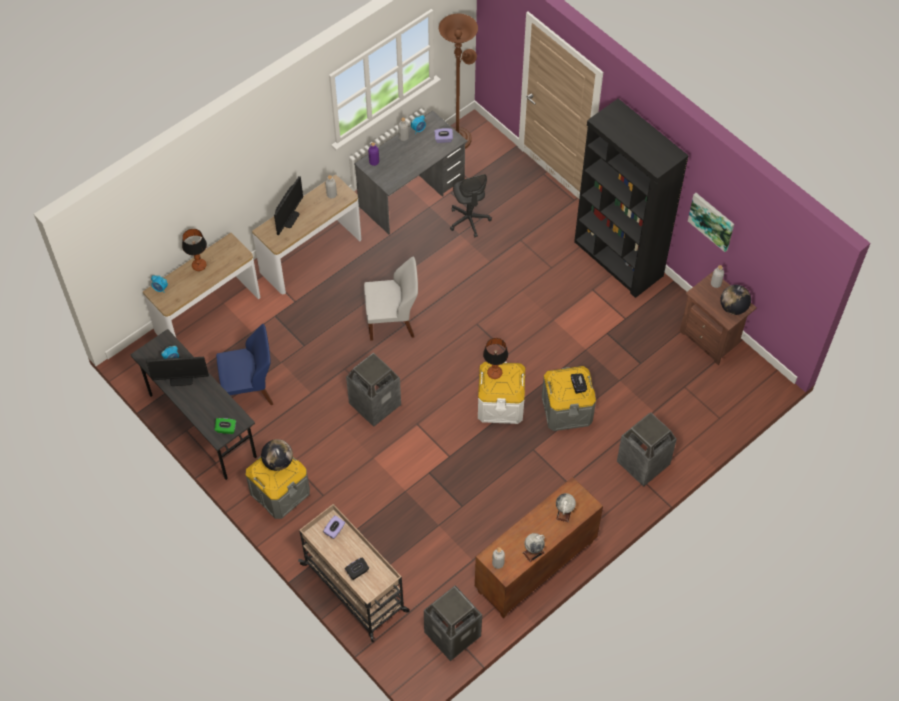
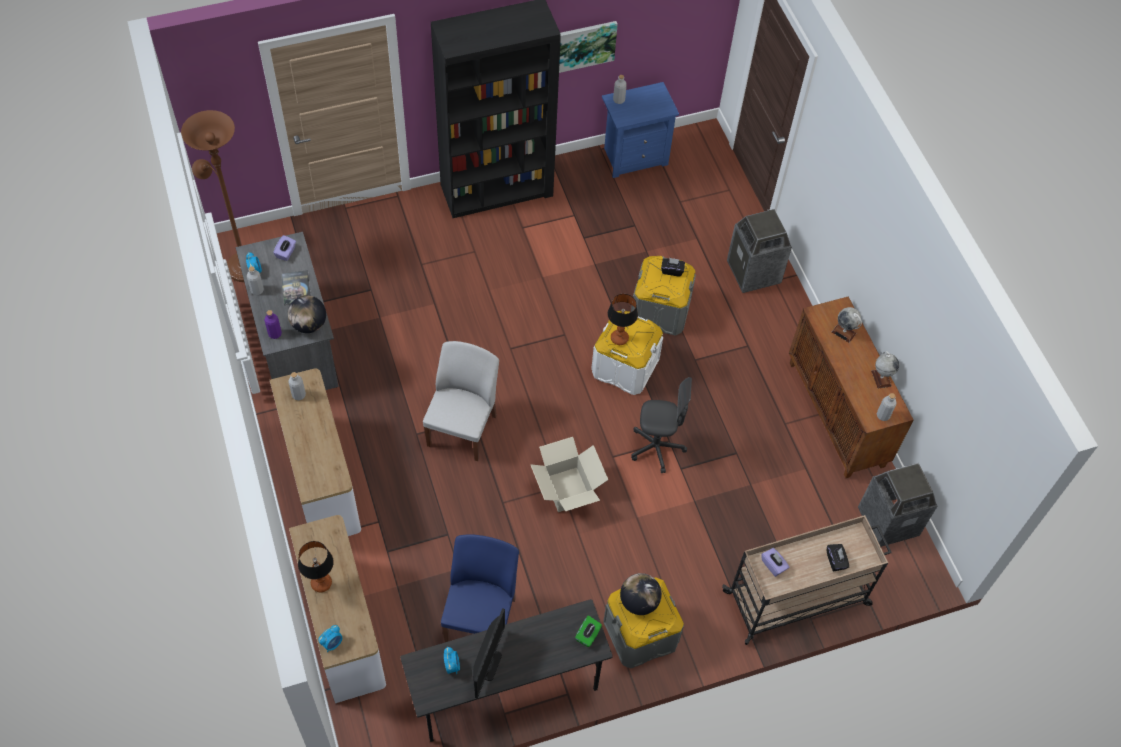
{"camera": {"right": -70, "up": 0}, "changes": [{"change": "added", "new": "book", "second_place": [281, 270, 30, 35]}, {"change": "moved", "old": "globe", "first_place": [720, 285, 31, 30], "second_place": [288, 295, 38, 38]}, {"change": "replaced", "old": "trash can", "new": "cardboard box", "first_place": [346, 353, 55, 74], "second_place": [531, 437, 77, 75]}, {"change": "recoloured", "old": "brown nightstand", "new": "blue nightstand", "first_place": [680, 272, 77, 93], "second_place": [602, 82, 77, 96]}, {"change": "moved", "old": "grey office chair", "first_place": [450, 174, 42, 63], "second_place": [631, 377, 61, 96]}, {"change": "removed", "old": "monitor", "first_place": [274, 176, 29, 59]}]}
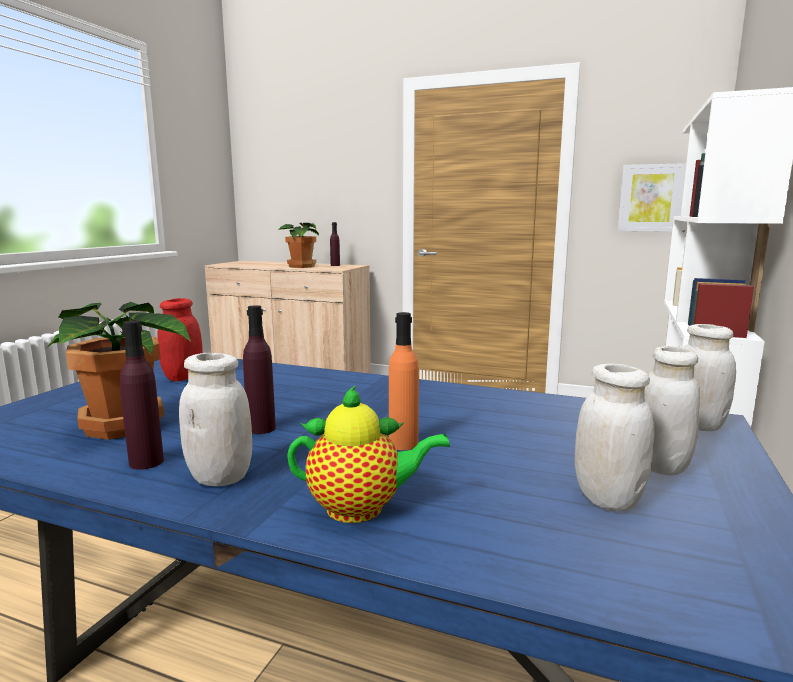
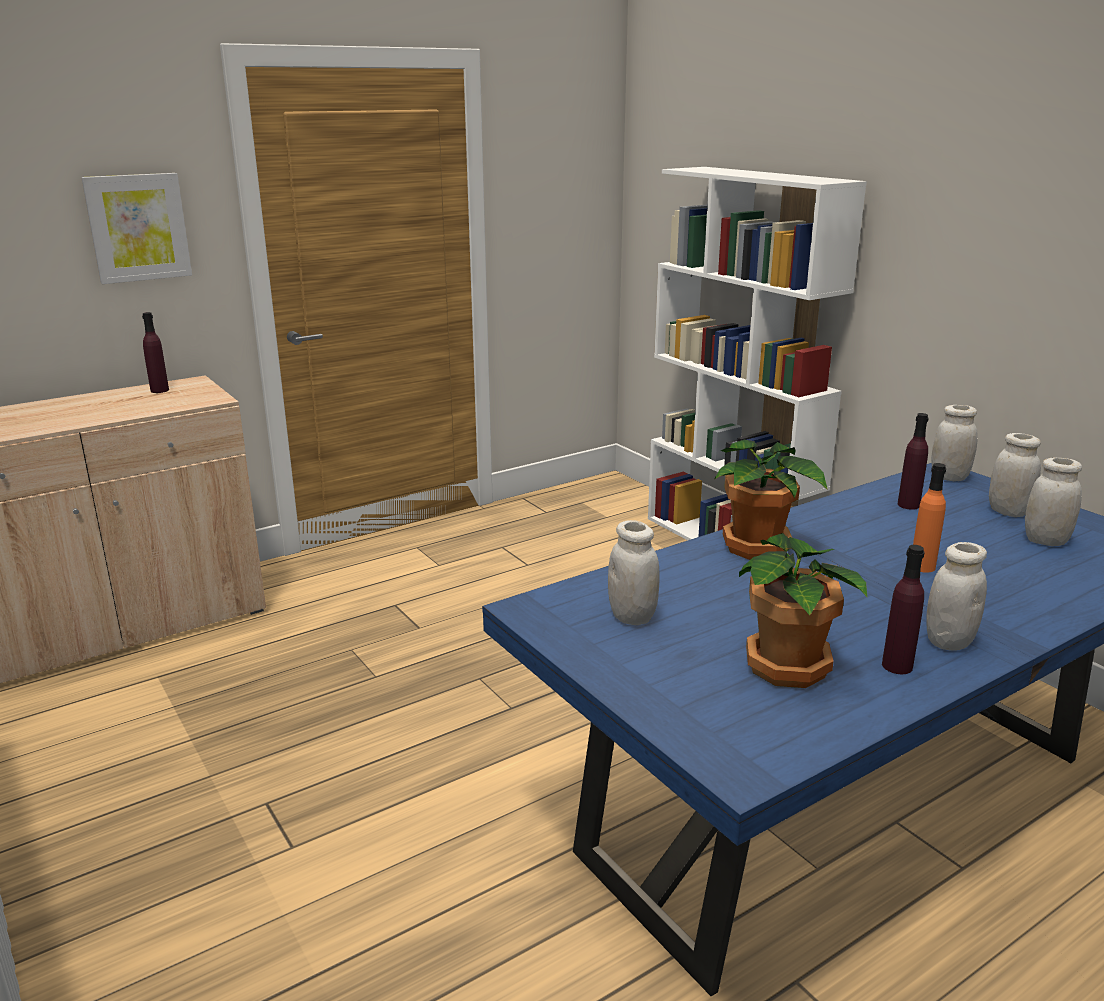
{"camera": {"right": -55, "up": 10}, "changes": [{"change": "moved", "old": "picture", "first_place": [618, 163, 68, 69], "second_place": [81, 173, 111, 111]}, {"change": "recoloured", "old": "red jar", "new": "white jar", "first_place": [157, 298, 46, 83], "second_place": [608, 520, 52, 105]}, {"change": "moved", "old": "potted plant", "first_place": [277, 223, 42, 45], "second_place": [715, 440, 113, 120]}, {"change": "moved", "old": "purple bottle", "first_place": [243, 305, 33, 129], "second_place": [898, 413, 31, 97]}, {"change": "removed", "old": "teapot", "first_place": [287, 385, 163, 138]}]}
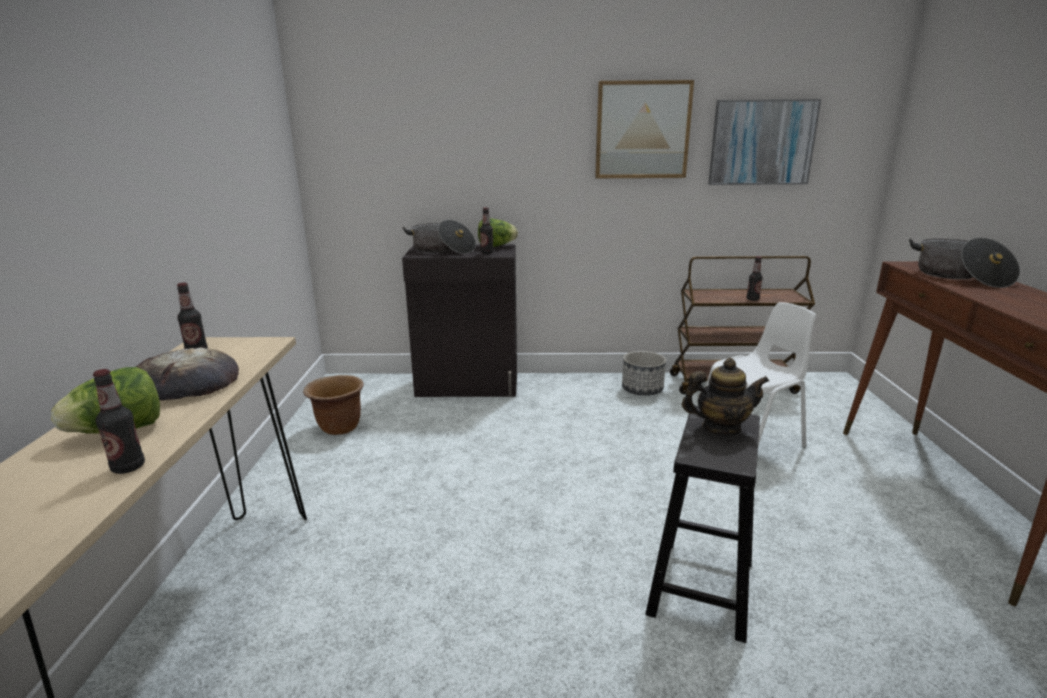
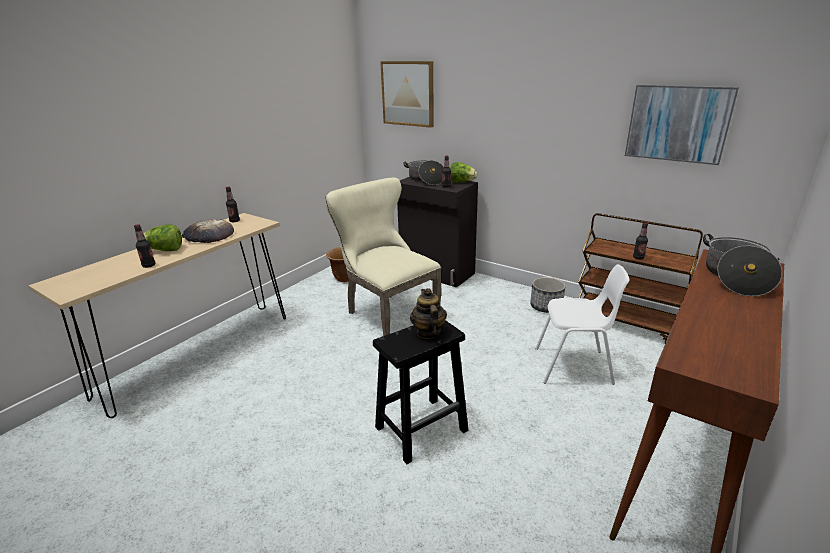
{"camera": {"right": 35, "up": 5}, "changes": [{"change": "added", "new": "beige chair", "second_place": [325, 178, 116, 158]}, {"change": "moved", "old": "picture", "first_place": [595, 80, 99, 98], "second_place": [380, 61, 54, 67]}, {"change": "turned", "old": "teapot", "first_place": [682, 358, 87, 78], "second_place": [410, 288, 37, 51], "degrees": -135}]}
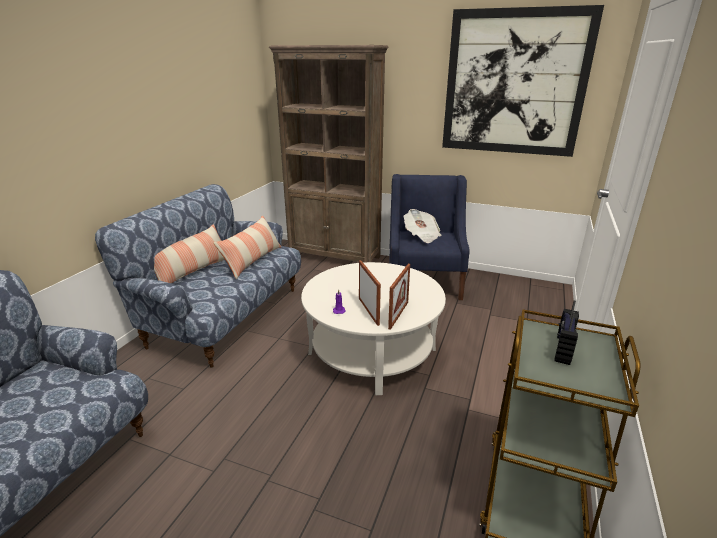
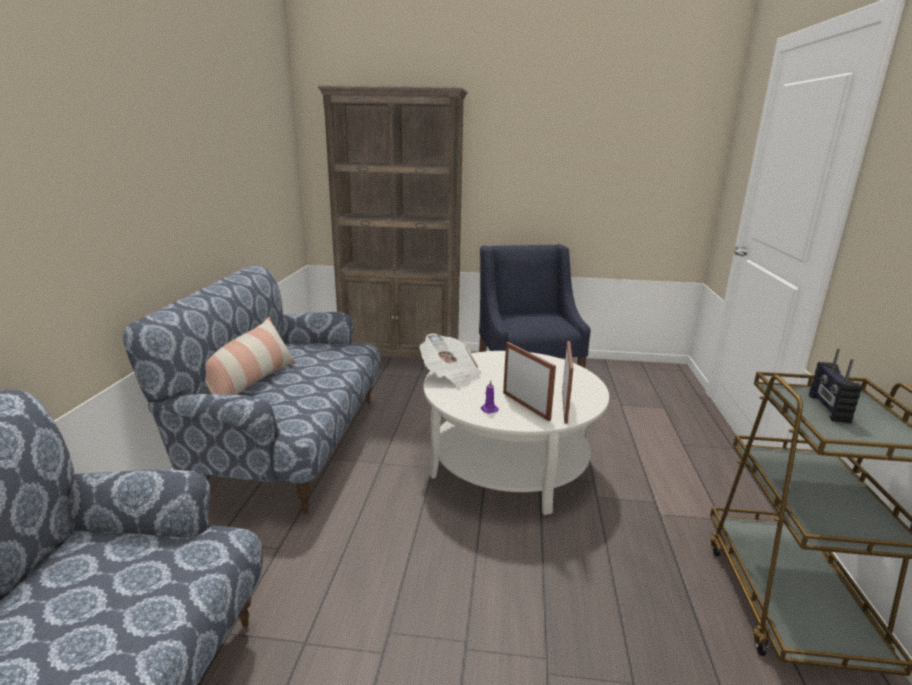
{"camera": {"right": -15, "up": -5}, "changes": [{"change": "moved", "old": "newspaper", "first_place": [404, 209, 37, 34], "second_place": [419, 333, 62, 55]}, {"change": "removed", "old": "pillow", "first_place": [213, 216, 68, 63]}, {"change": "removed", "old": "picture", "first_place": [442, 5, 162, 152]}]}
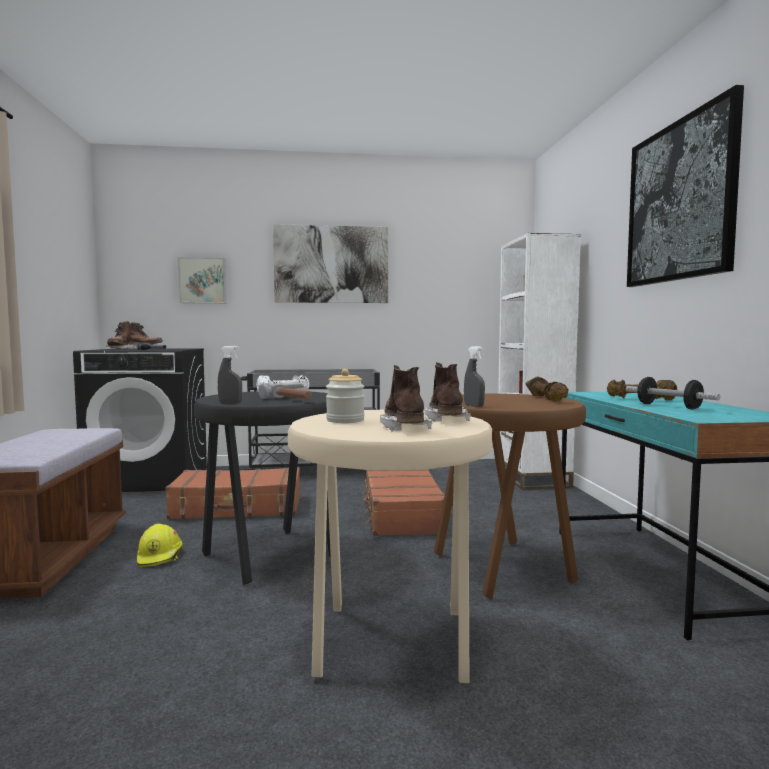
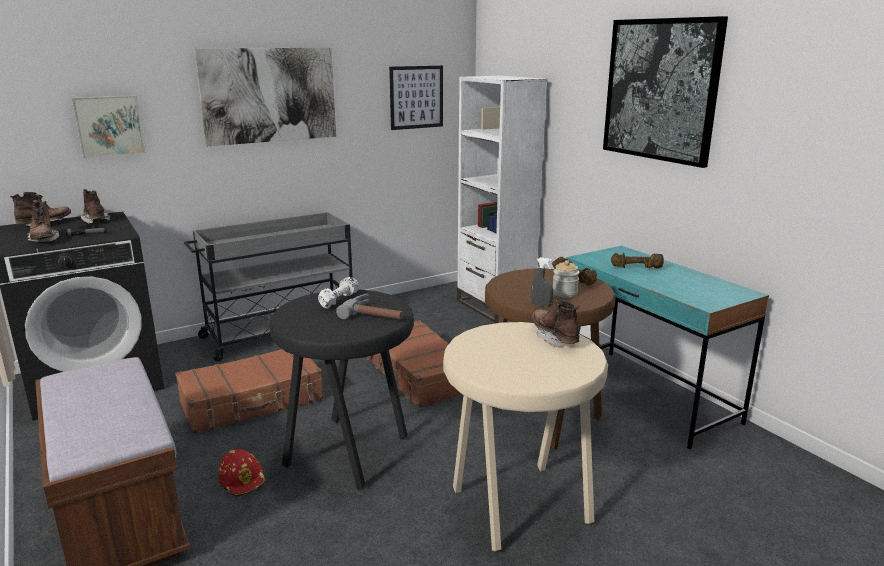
{"camera": {"right": -25, "up": 15}, "changes": [{"change": "moved", "old": "brown boot", "first_place": [380, 365, 52, 67], "second_place": [80, 189, 30, 35]}, {"change": "recoloured", "old": "yellow hard hat", "new": "red hard hat", "first_place": [137, 524, 46, 43], "second_place": [218, 449, 49, 48]}, {"change": "added", "new": "picture", "second_place": [389, 66, 54, 64]}, {"change": "moved", "old": "jar", "first_place": [326, 369, 39, 54], "second_place": [553, 260, 27, 37]}, {"change": "removed", "old": "grey spray bottle", "first_place": [217, 346, 25, 58]}, {"change": "removed", "old": "dumbbell", "first_place": [626, 377, 94, 32]}]}
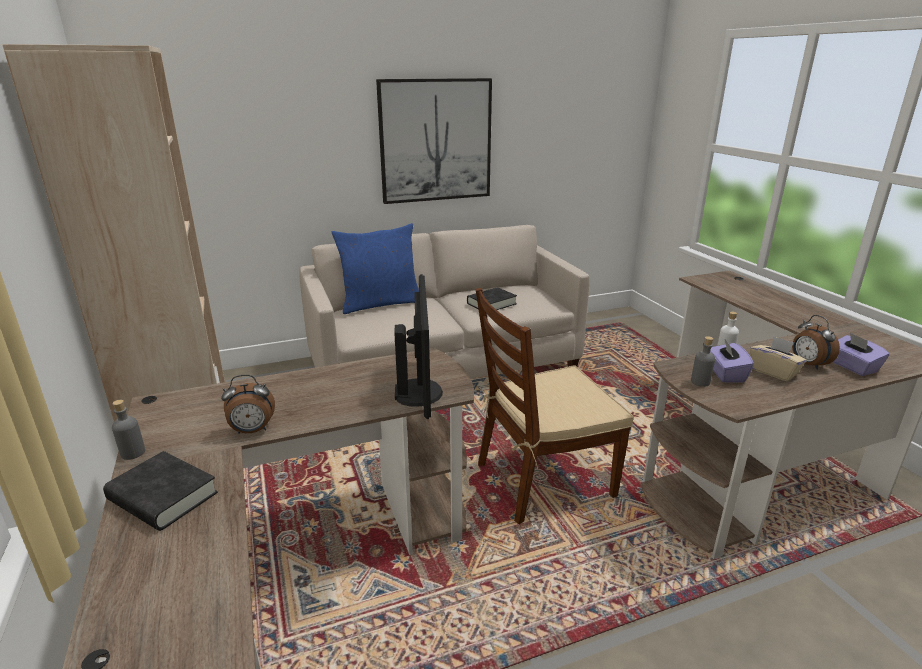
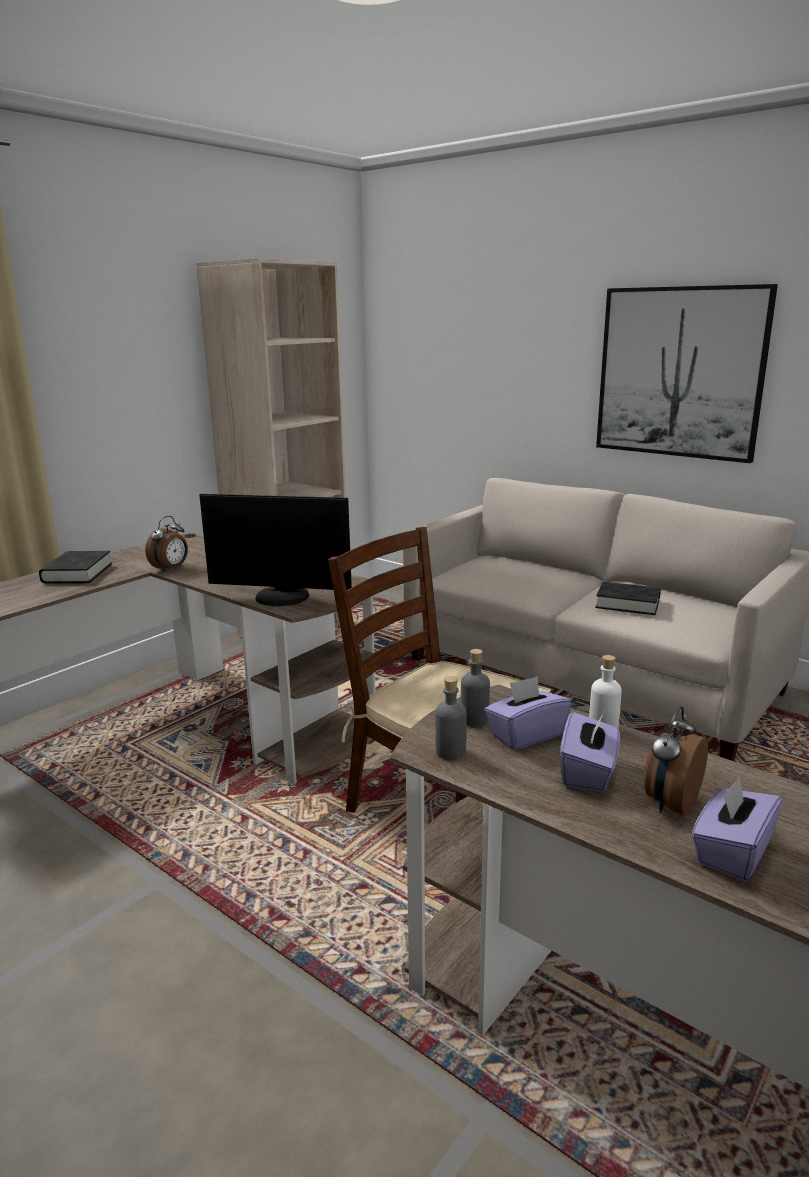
{"camera": {"right": 60, "up": -5}, "changes": [{"change": "turned", "old": "alarm clock", "first_place": [221, 375, 54, 59], "second_place": [145, 516, 43, 56], "degrees": -105}, {"change": "turned", "old": "monitor", "first_place": [394, 274, 49, 145], "second_place": [199, 494, 153, 112], "degrees": 45}, {"change": "moved", "old": "grey bottle", "first_place": [112, 400, 33, 60], "second_place": [435, 676, 32, 84]}, {"change": "recoloured", "old": "beige tissue box", "new": "purple tissue box", "first_place": [750, 336, 56, 46], "second_place": [560, 710, 60, 82]}, {"change": "removed", "old": "blue pillow", "first_place": [331, 223, 88, 91]}]}
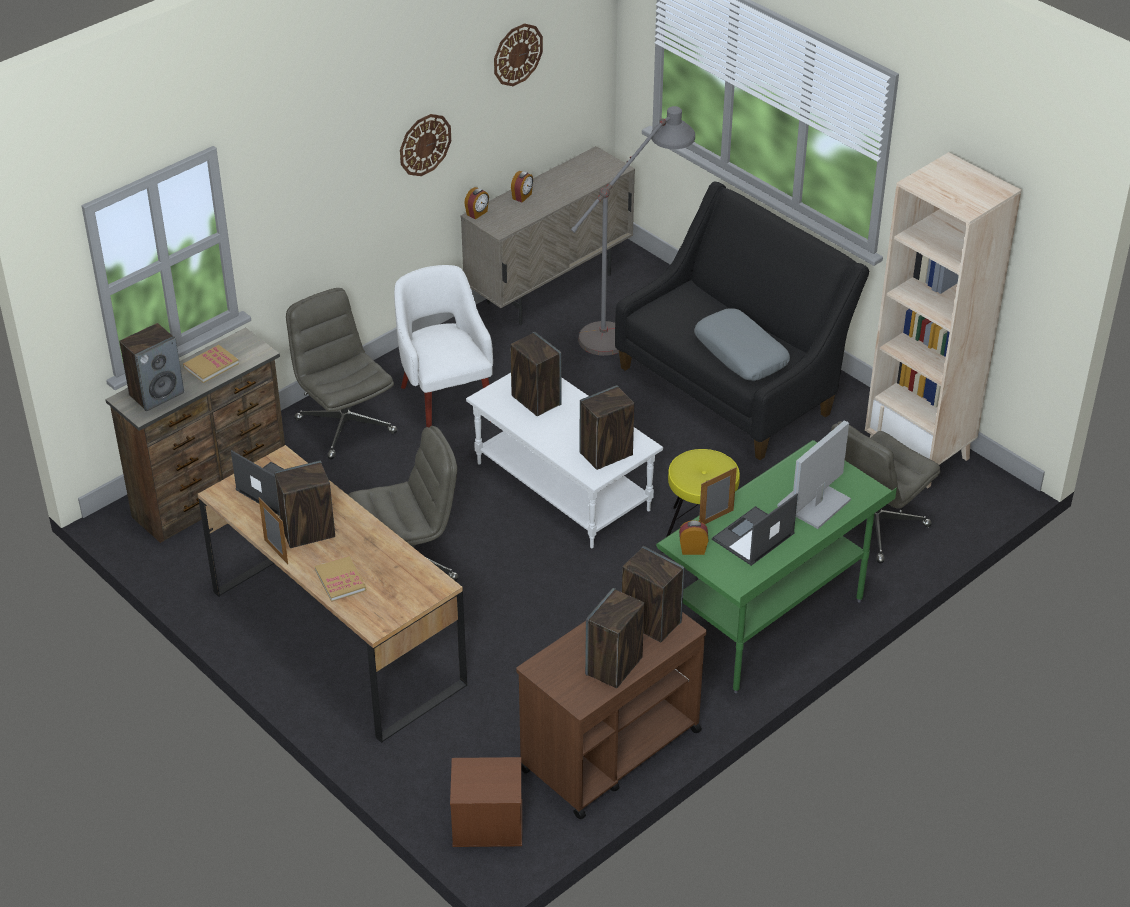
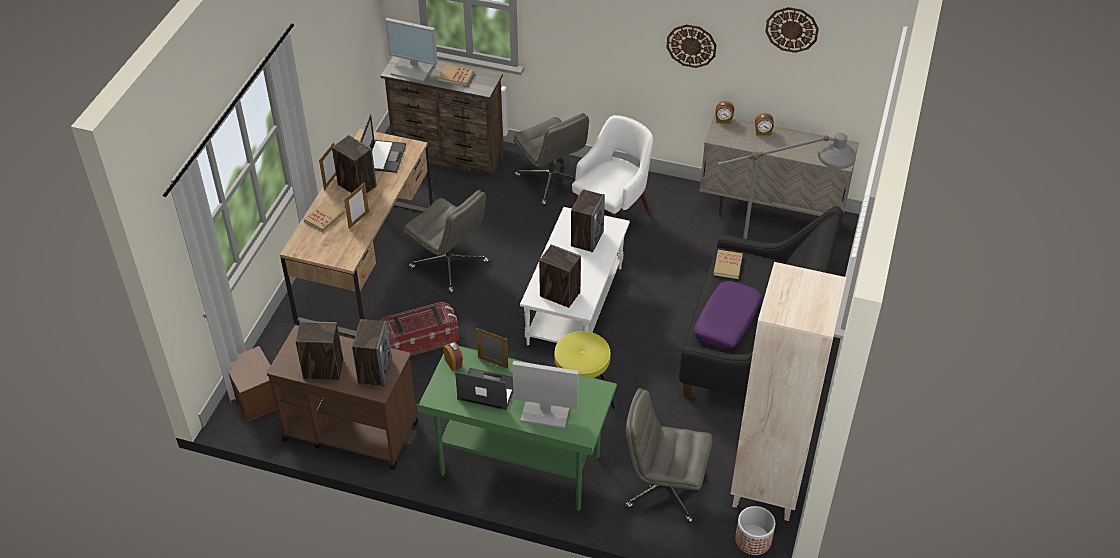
{"camera": {"right": 60, "up": 5}, "changes": [{"change": "added", "new": "picture frame", "second_place": [344, 182, 25, 47]}, {"change": "added", "new": "storage box", "second_place": [380, 302, 79, 54]}, {"change": "replaced", "old": "speaker", "new": "monitor", "first_place": [119, 323, 65, 88], "second_place": [385, 18, 53, 64]}, {"change": "turned", "old": "grey office chair", "first_place": [286, 288, 111, 171], "second_place": [513, 113, 76, 93], "degrees": 120}, {"change": "recoloured", "old": "grey pillow", "new": "purple pillow", "first_place": [694, 308, 96, 73], "second_place": [693, 281, 69, 68]}, {"change": "added", "new": "book", "second_place": [713, 250, 30, 29]}, {"change": "added", "new": "planter", "second_place": [735, 506, 40, 49]}]}
